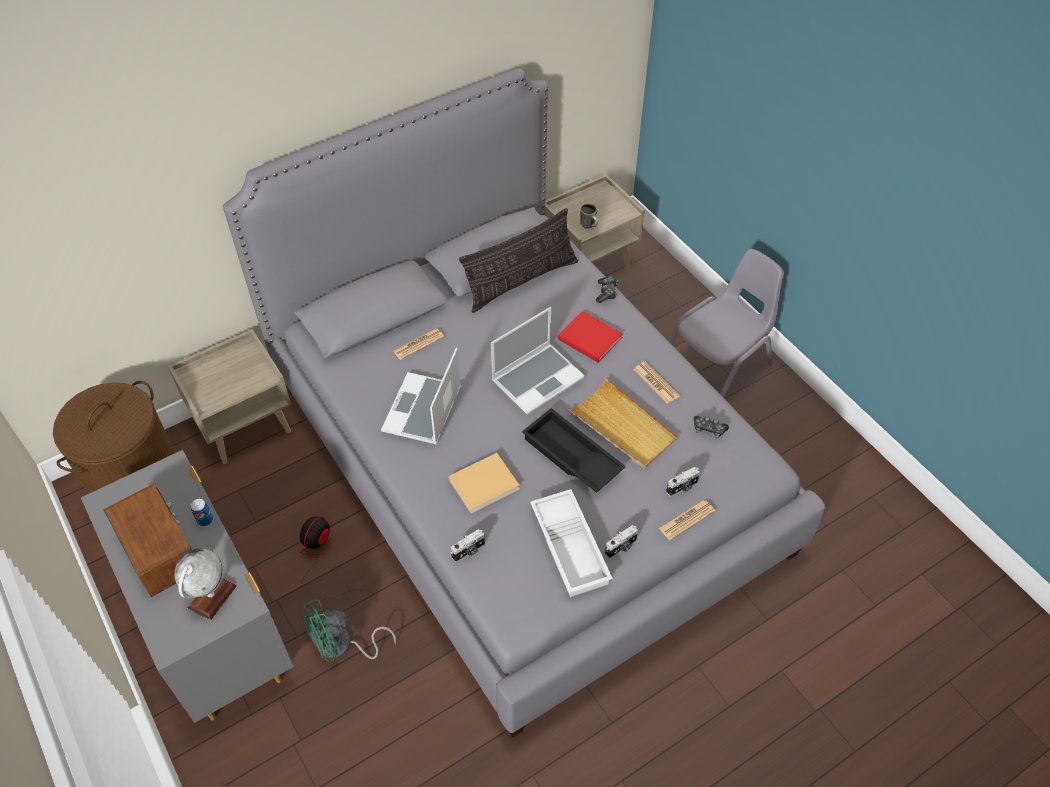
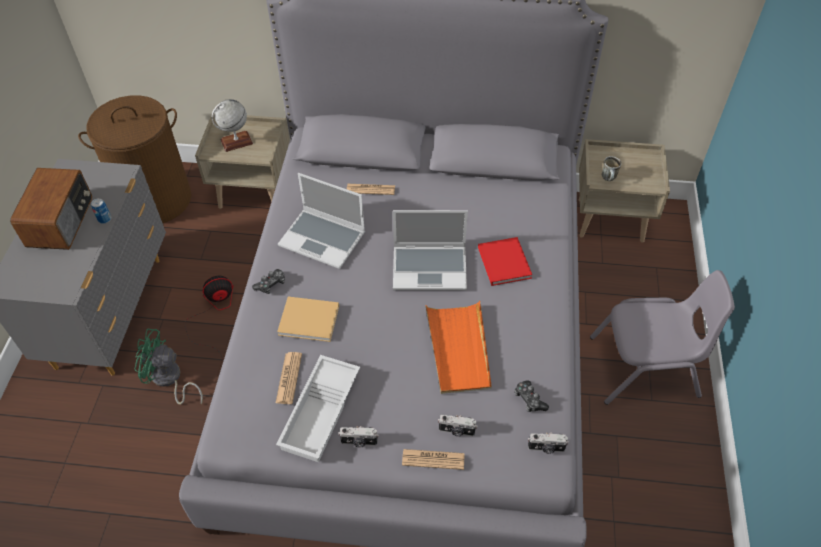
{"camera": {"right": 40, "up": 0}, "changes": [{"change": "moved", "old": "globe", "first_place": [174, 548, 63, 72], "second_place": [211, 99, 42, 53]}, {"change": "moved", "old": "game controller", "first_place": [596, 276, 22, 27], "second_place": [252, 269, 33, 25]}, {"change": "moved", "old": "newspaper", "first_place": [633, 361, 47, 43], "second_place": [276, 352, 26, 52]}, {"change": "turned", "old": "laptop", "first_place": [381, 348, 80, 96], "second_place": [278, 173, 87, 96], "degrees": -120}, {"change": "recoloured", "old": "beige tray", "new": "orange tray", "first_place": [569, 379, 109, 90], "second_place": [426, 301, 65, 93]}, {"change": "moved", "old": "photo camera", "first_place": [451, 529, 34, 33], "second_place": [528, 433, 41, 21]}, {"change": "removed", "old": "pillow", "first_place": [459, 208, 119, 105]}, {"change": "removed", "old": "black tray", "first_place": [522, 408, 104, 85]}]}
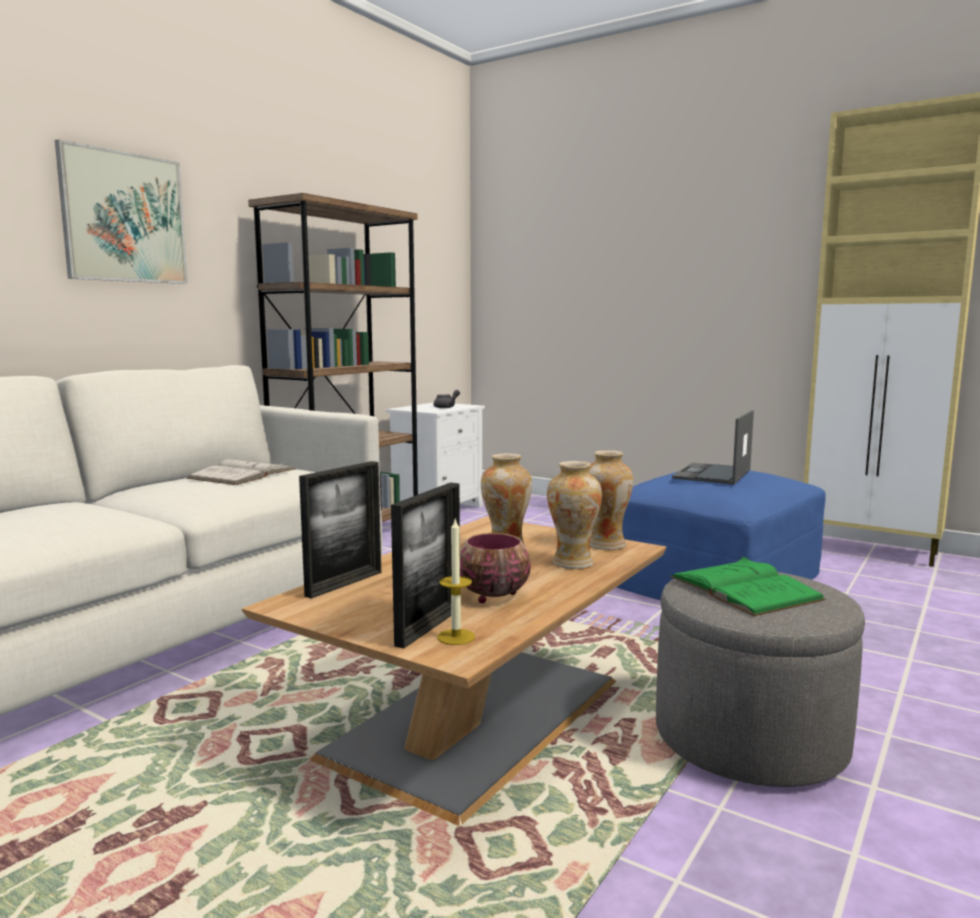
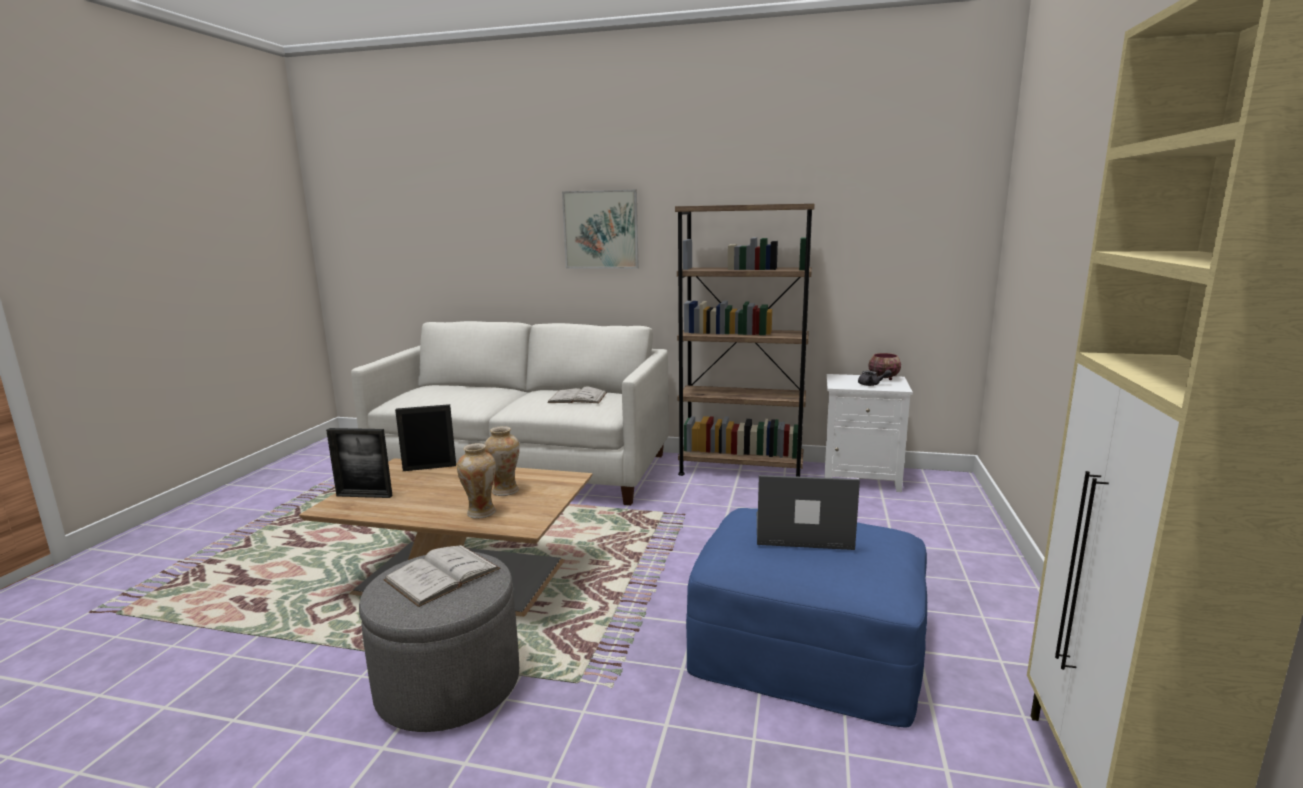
{"camera": {"right": 70, "up": 5}, "changes": [{"change": "recoloured", "old": "green book", "new": "white book", "first_place": [670, 556, 156, 60], "second_place": [383, 545, 118, 62]}, {"change": "turned", "old": "picture frame", "first_place": [299, 461, 82, 138], "second_place": [395, 404, 61, 67], "degrees": 150}, {"change": "moved", "old": "bowl", "first_place": [460, 533, 71, 70], "second_place": [868, 353, 33, 27]}, {"change": "removed", "old": "candle", "first_place": [438, 517, 37, 128]}, {"change": "removed", "old": "vase", "first_place": [589, 450, 44, 100]}]}
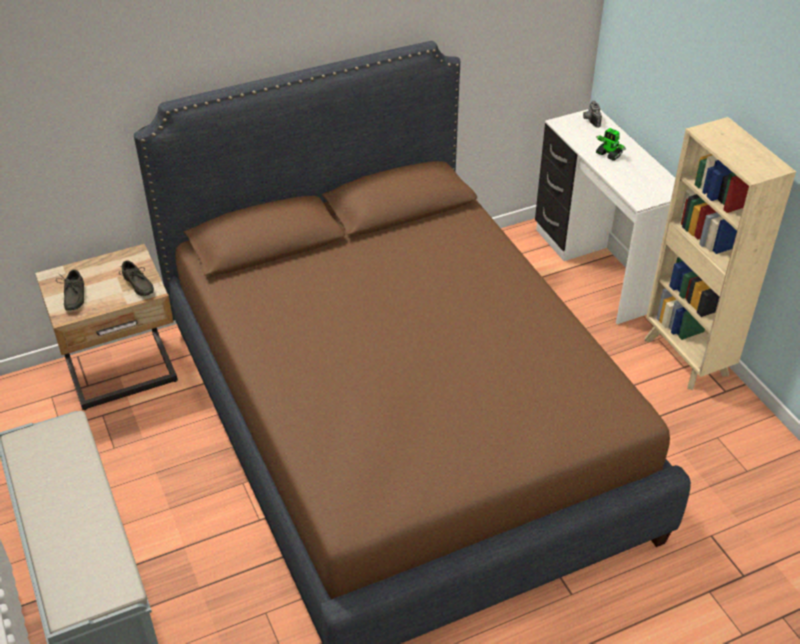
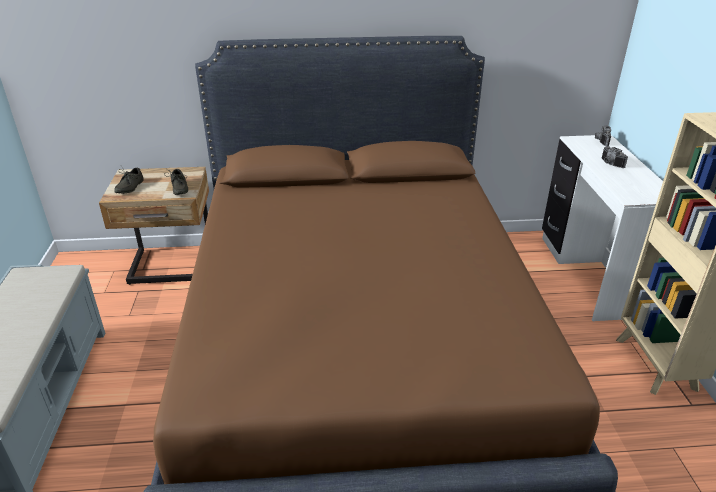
{"camera": {"right": 20, "up": -10}, "changes": [{"change": "replaced", "old": "toy robot", "new": "photo camera", "first_place": [596, 128, 30, 32], "second_place": [601, 146, 27, 22]}]}
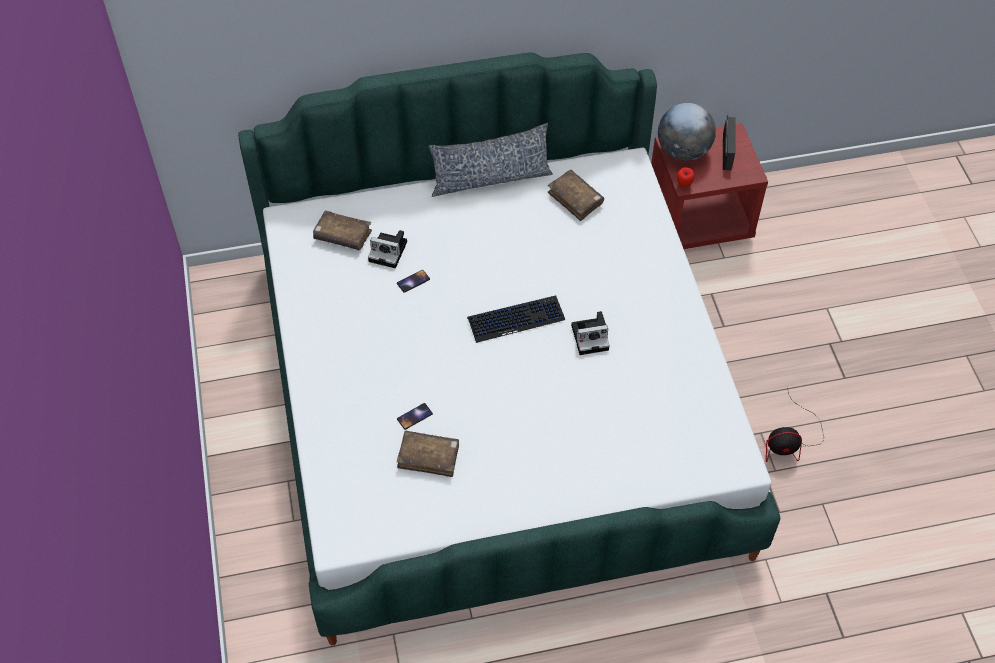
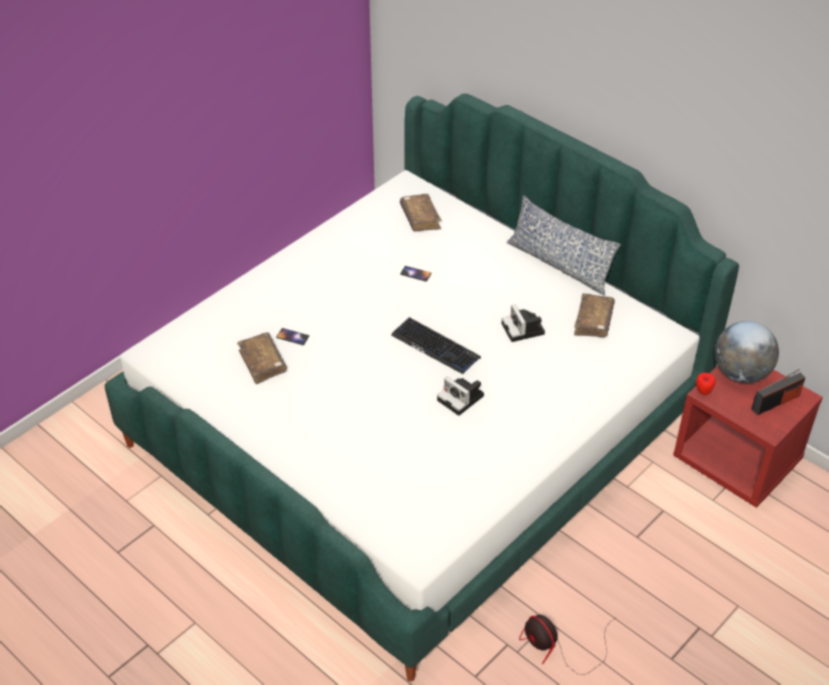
{"camera": {"right": 55, "up": -10}, "changes": [{"change": "moved", "old": "photo camera", "first_place": [368, 230, 39, 38], "second_place": [502, 304, 43, 38]}]}
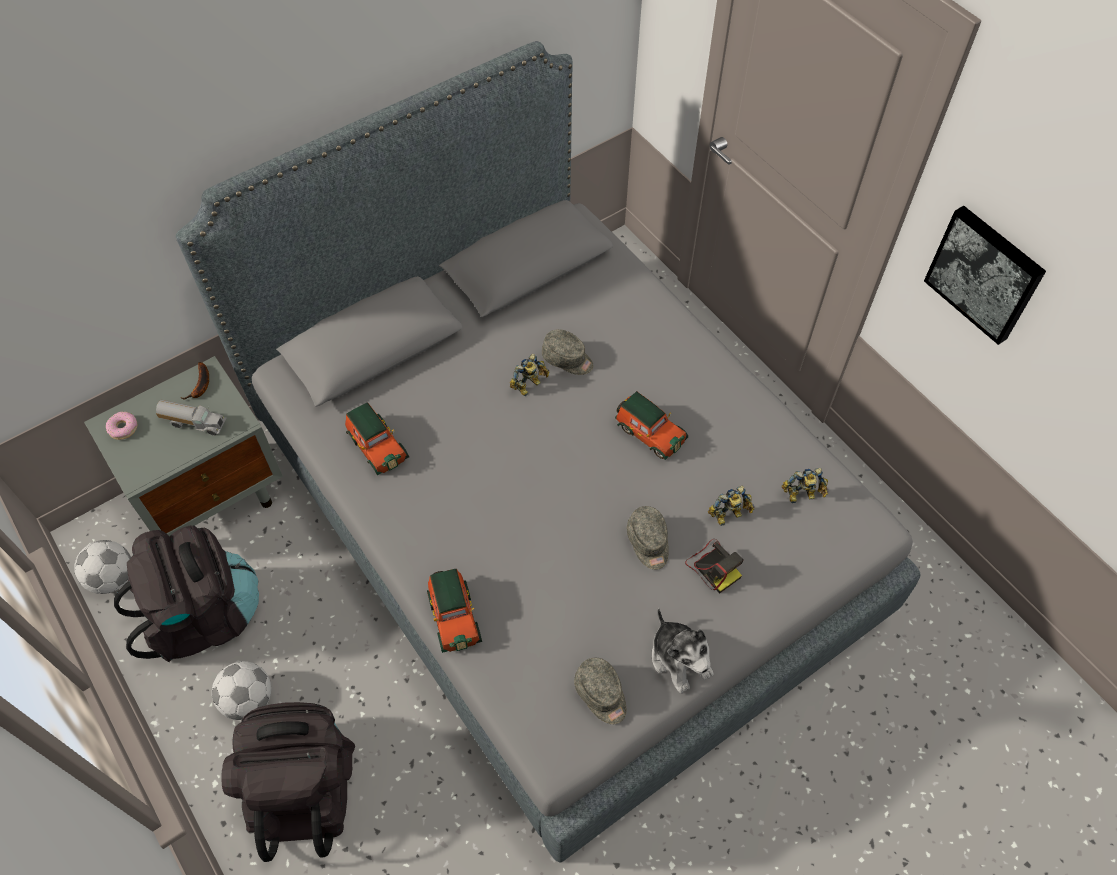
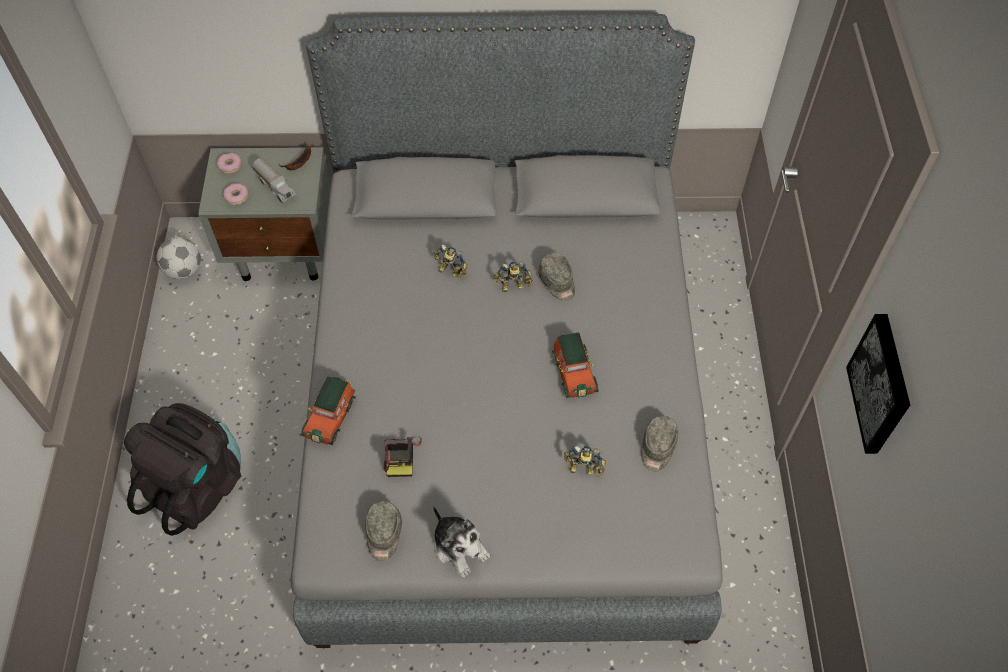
{"camera": {"right": 35, "up": 0}, "changes": [{"change": "added", "new": "donut", "second_place": [223, 183, 25, 22]}, {"change": "moved", "old": "photo camera", "first_place": [685, 539, 58, 54], "second_place": [384, 437, 38, 40]}, {"change": "turned", "old": "plush toy", "first_place": [651, 608, 62, 86], "second_place": [433, 506, 57, 72], "degrees": -45}, {"change": "moved", "old": "toy robot", "first_place": [781, 468, 47, 35], "second_place": [434, 244, 34, 34]}, {"change": "moved", "old": "grey cap", "first_place": [627, 506, 42, 64], "second_place": [641, 416, 37, 56]}, {"change": "removed", "old": "black backpack", "first_place": [114, 525, 145, 137]}, {"change": "removed", "old": "football", "first_place": [212, 661, 59, 59]}, {"change": "removed", "old": "toy car", "first_place": [345, 402, 64, 73]}]}
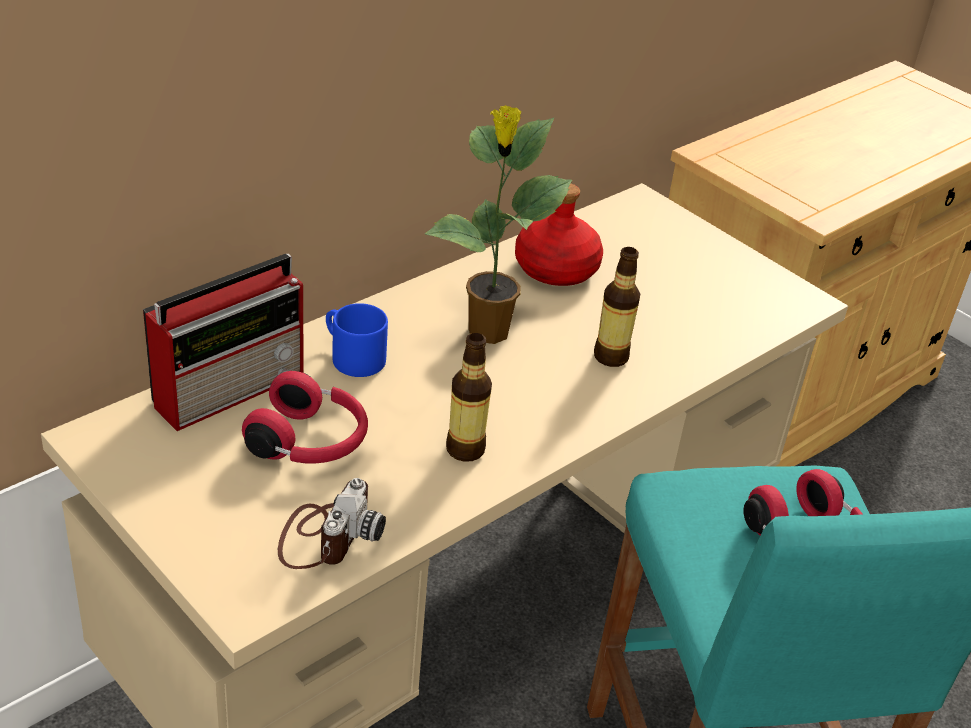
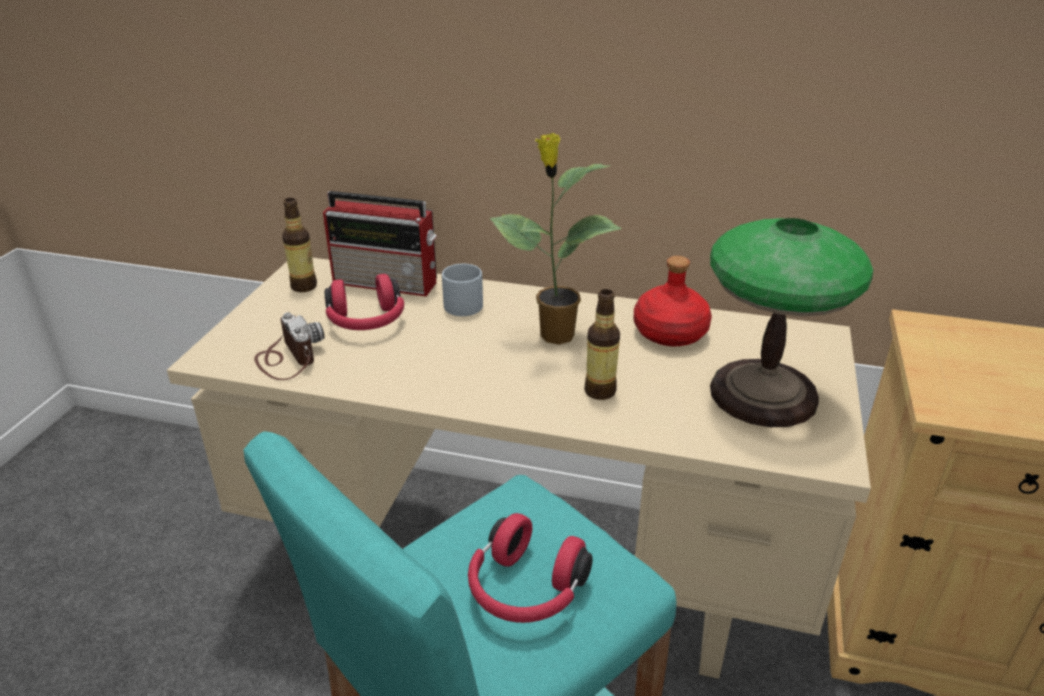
{"camera": {"right": 60, "up": -5}, "changes": [{"change": "turned", "old": "photo camera", "first_place": [278, 478, 108, 91], "second_place": [254, 312, 70, 68], "degrees": -105}, {"change": "moved", "old": "bottle", "first_place": [446, 333, 46, 129], "second_place": [282, 198, 35, 94]}, {"change": "recoloured", "old": "blue mug", "new": "grey mug", "first_place": [326, 303, 62, 74], "second_place": [442, 264, 41, 52]}, {"change": "added", "new": "table lamp", "second_place": [710, 218, 163, 209]}]}
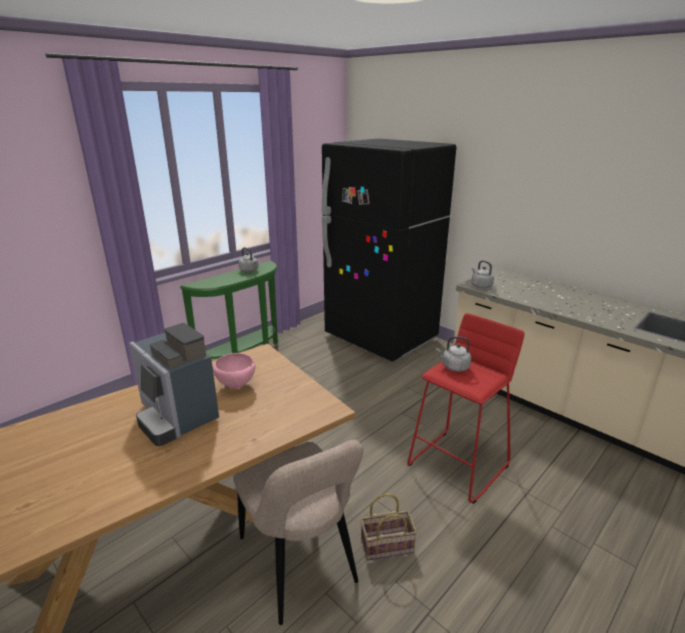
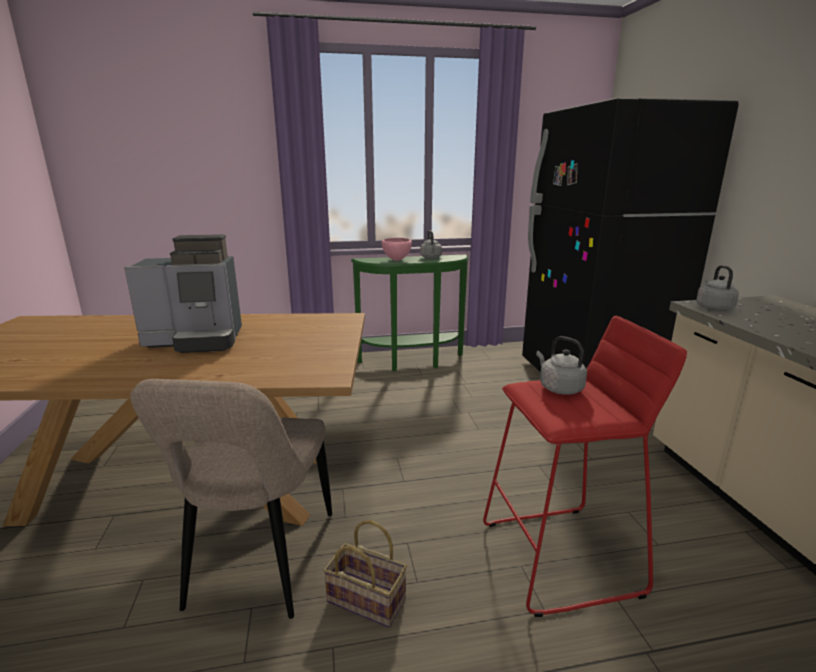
{"camera": {"right": 35, "up": -5}, "changes": [{"change": "turned", "old": "coffee machine", "first_place": [129, 323, 90, 123], "second_place": [124, 234, 118, 119], "degrees": -90}, {"change": "moved", "old": "pink bowl", "first_place": [213, 353, 42, 36], "second_place": [382, 238, 30, 23]}]}
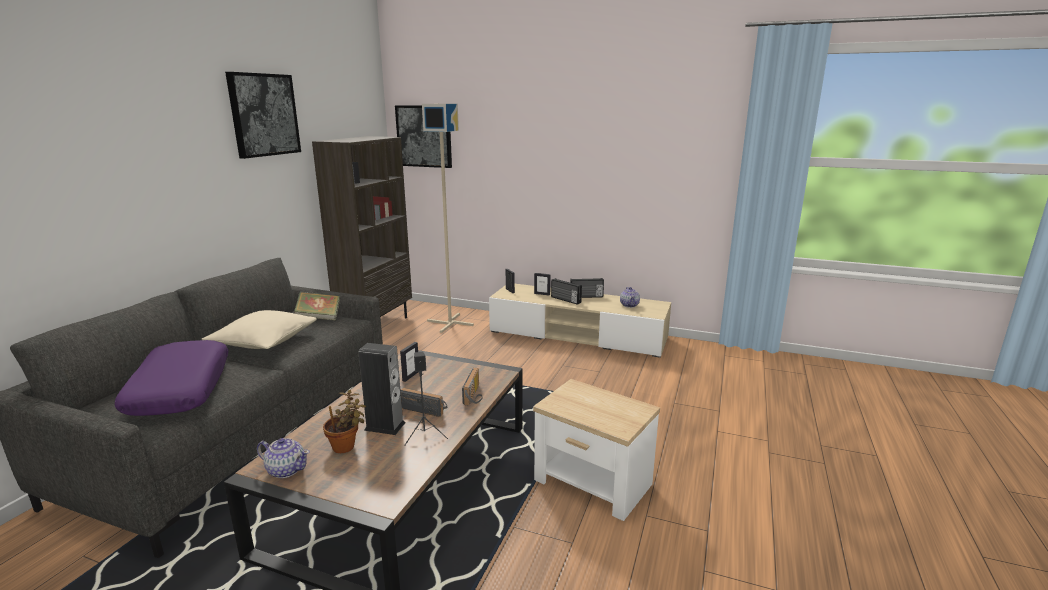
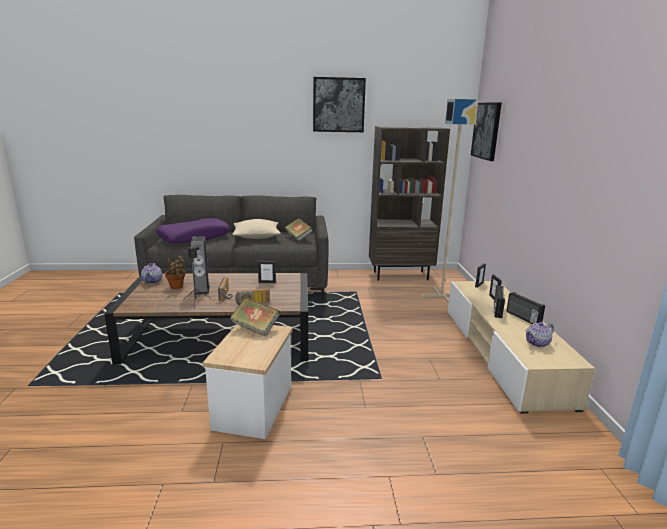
{"camera": {"right": 65, "up": 0}, "changes": [{"change": "added", "new": "book", "second_place": [230, 298, 50, 39]}]}
